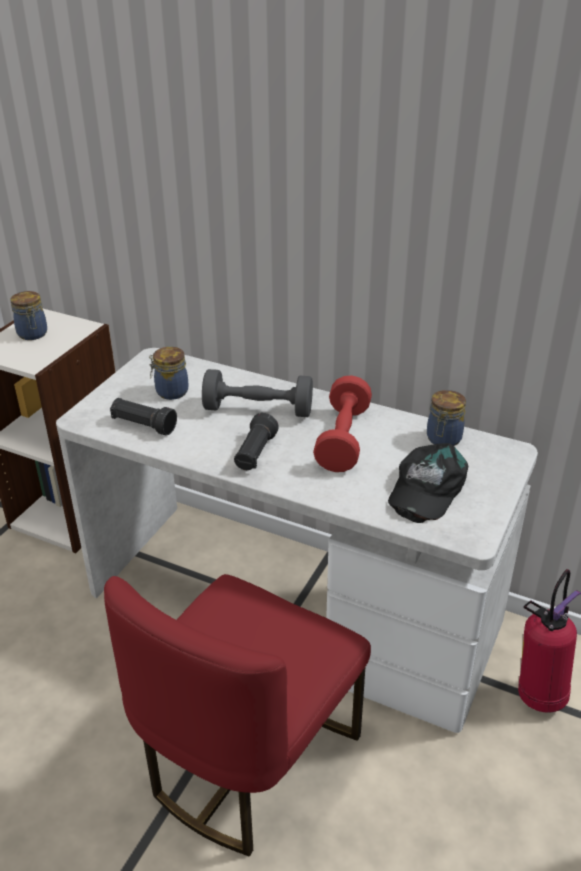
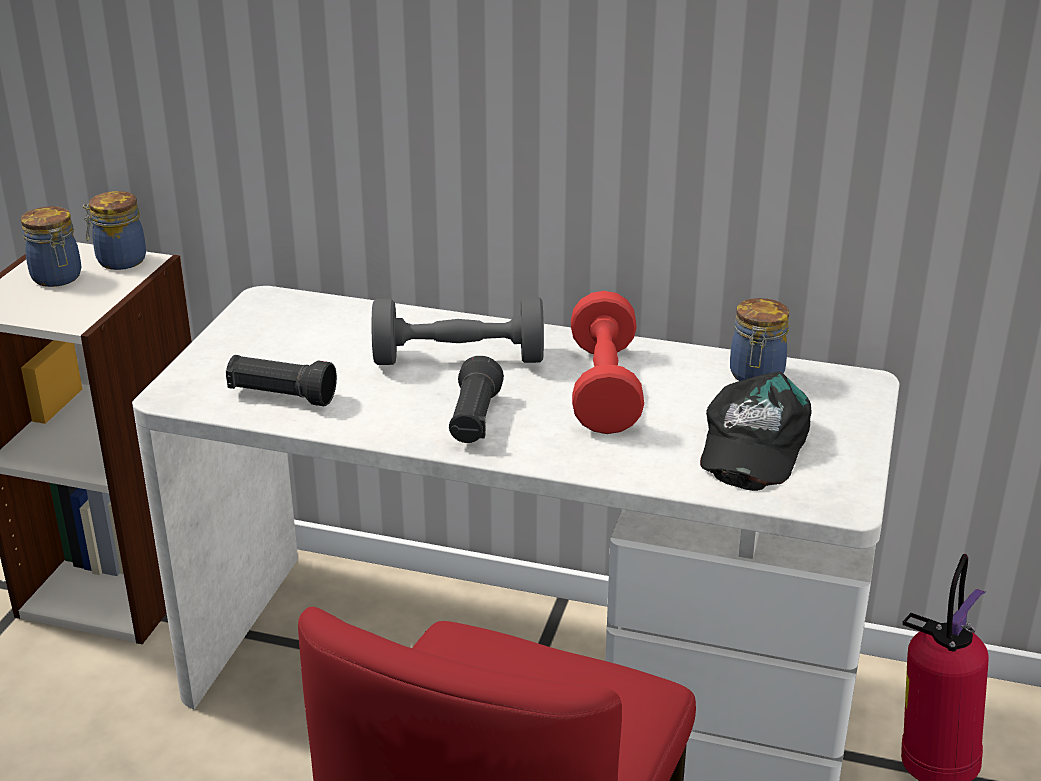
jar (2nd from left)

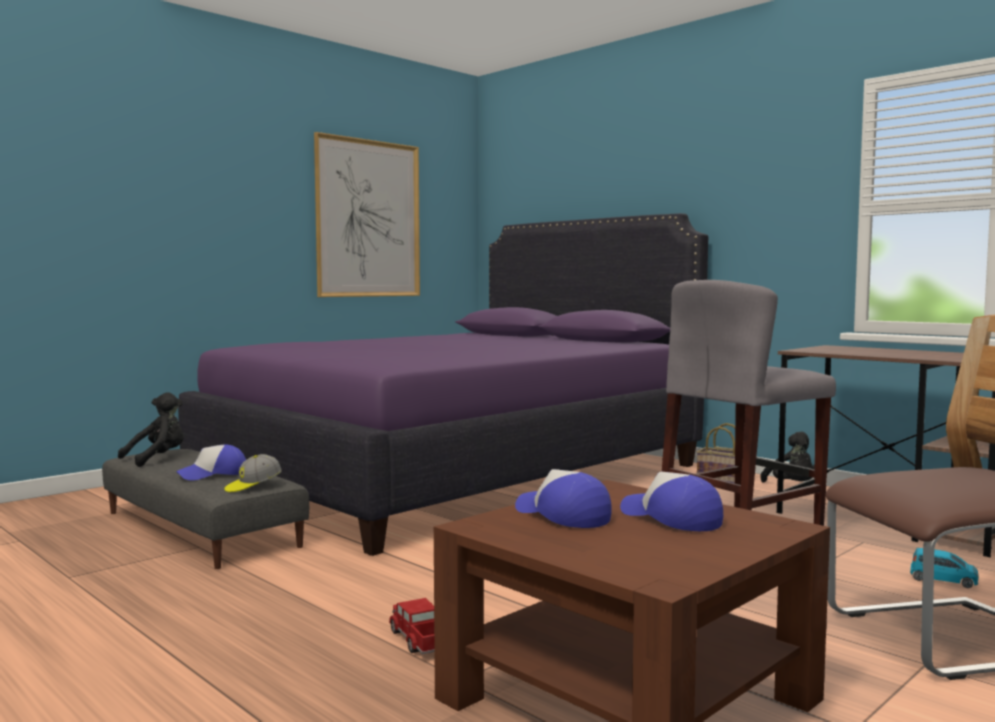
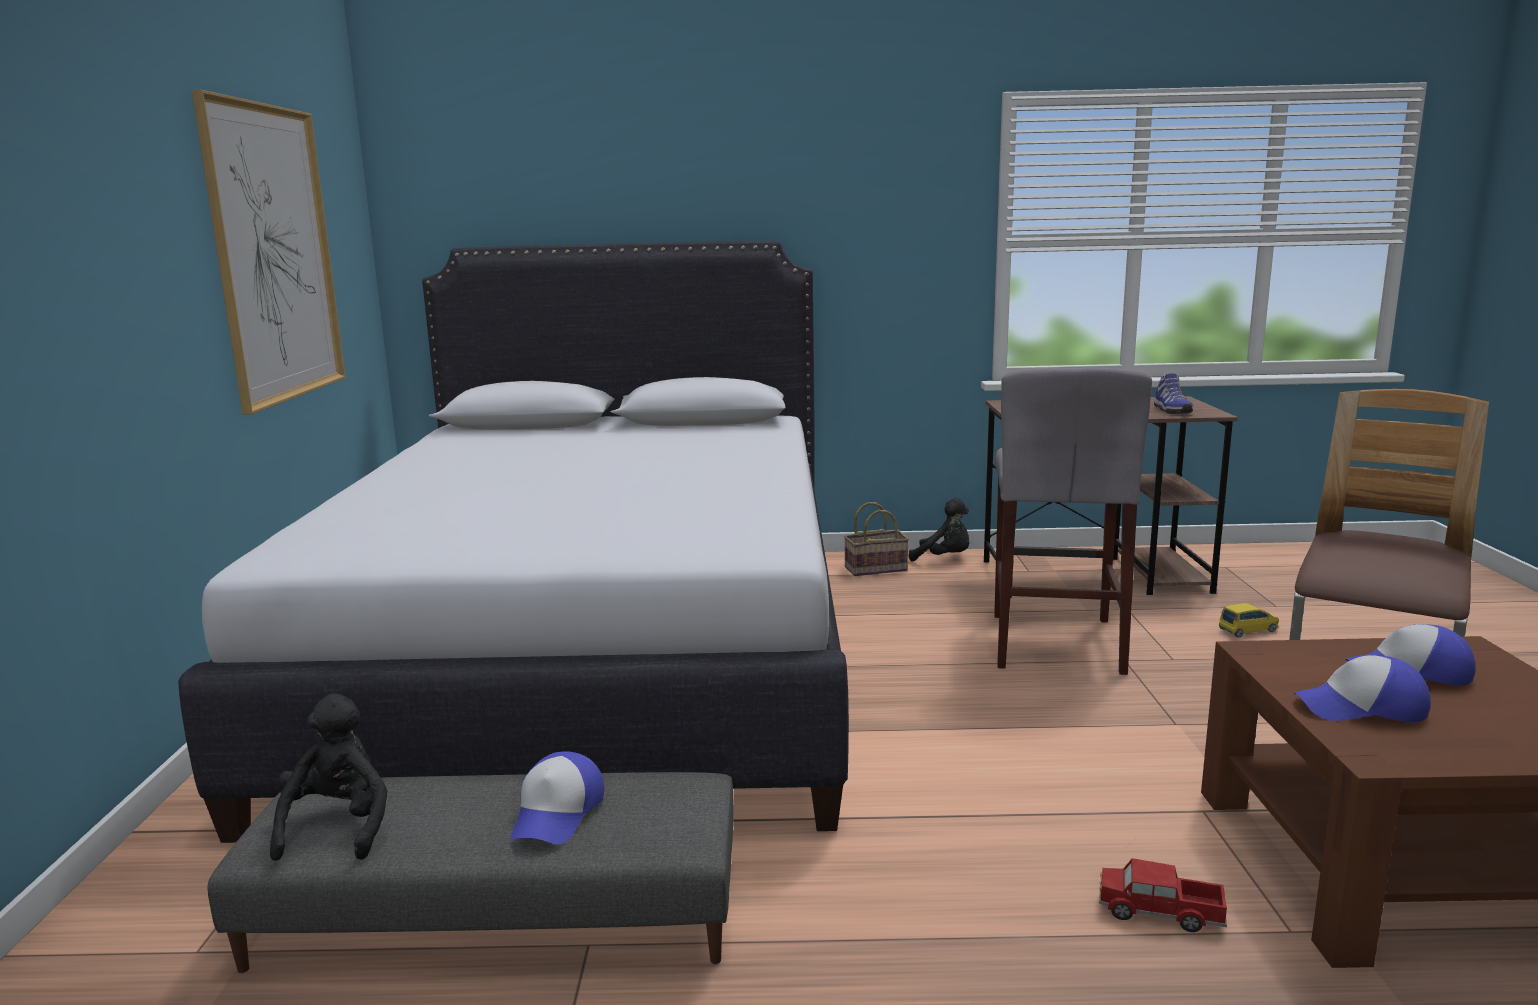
bed (white)
shoe
toy car (yellow)
cap (2nd from left in the first image)

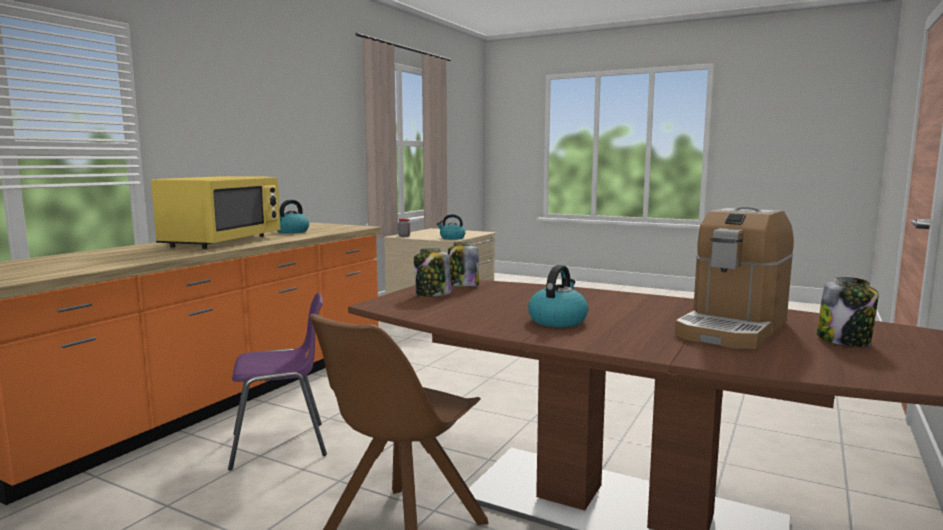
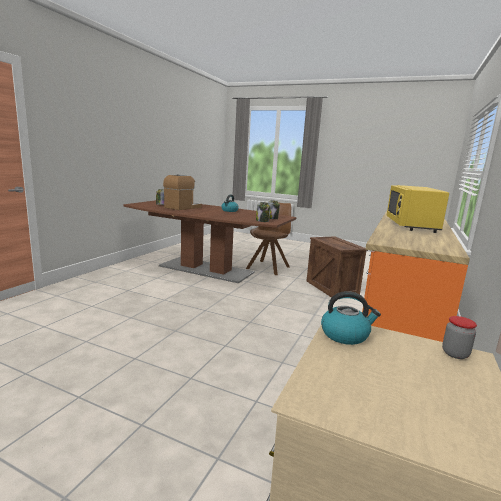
crate
kettle (1st from left in the first image)

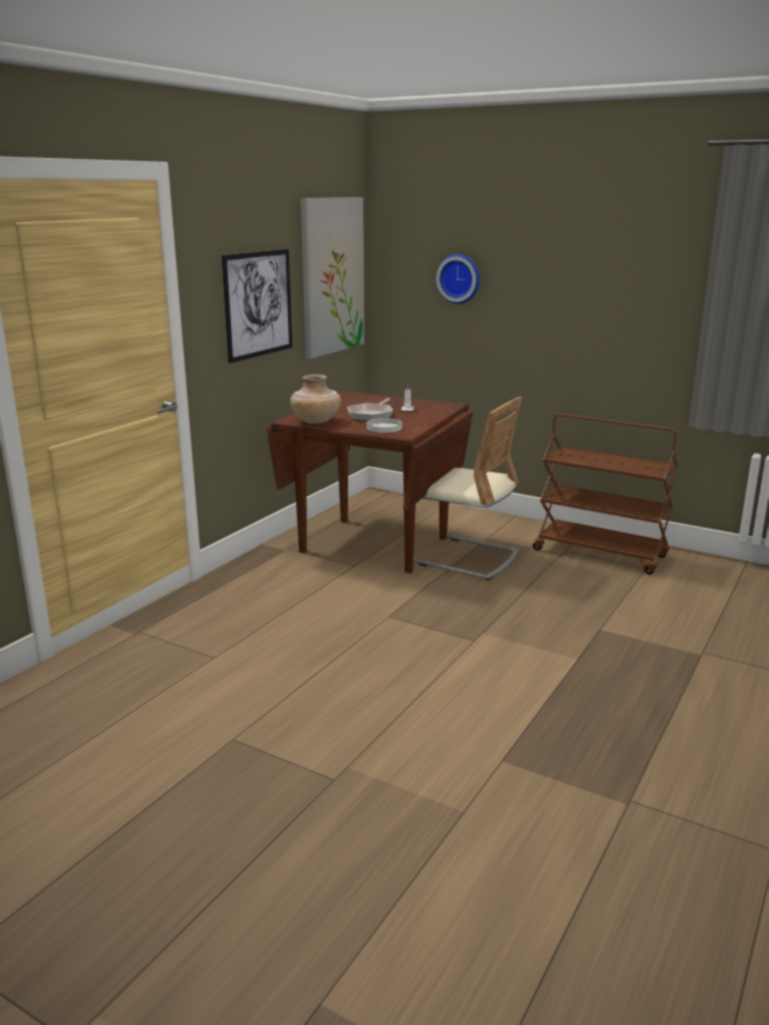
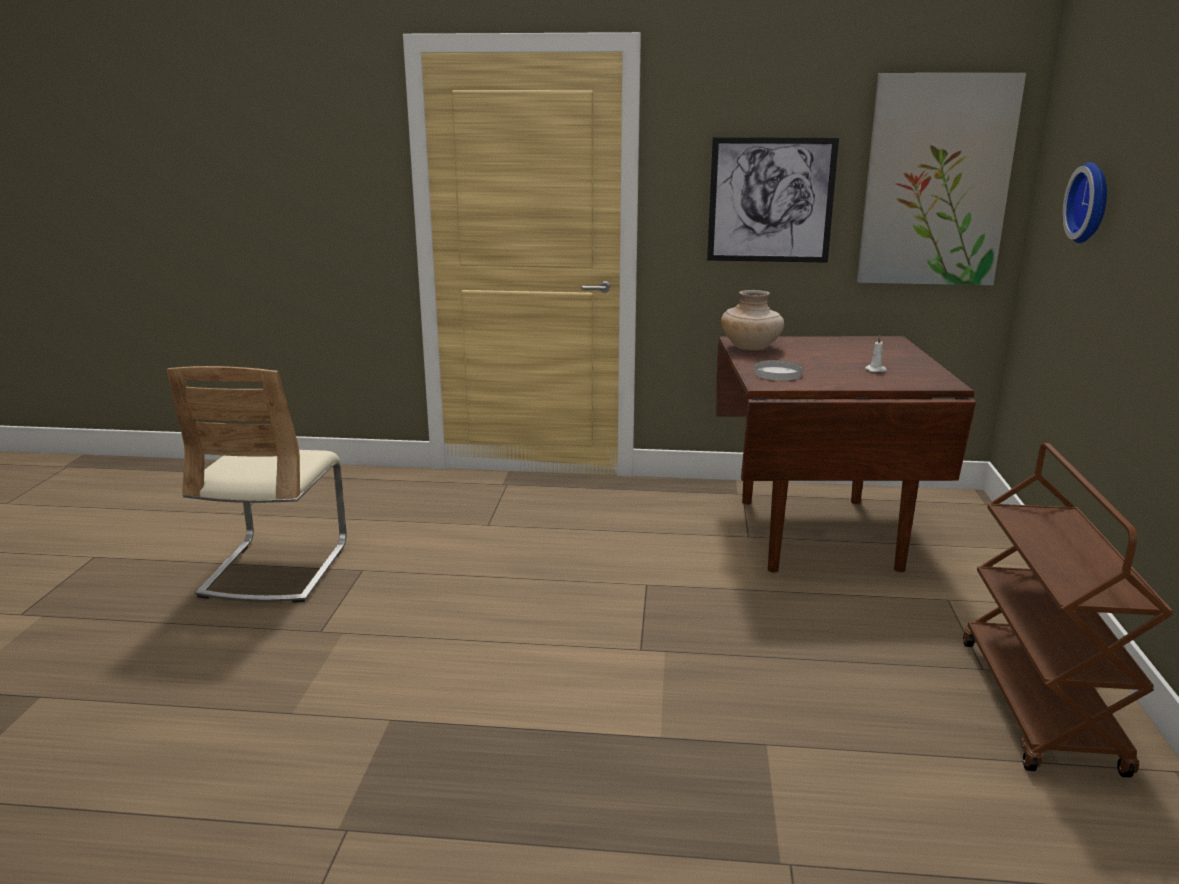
chair (beige)
frying pan

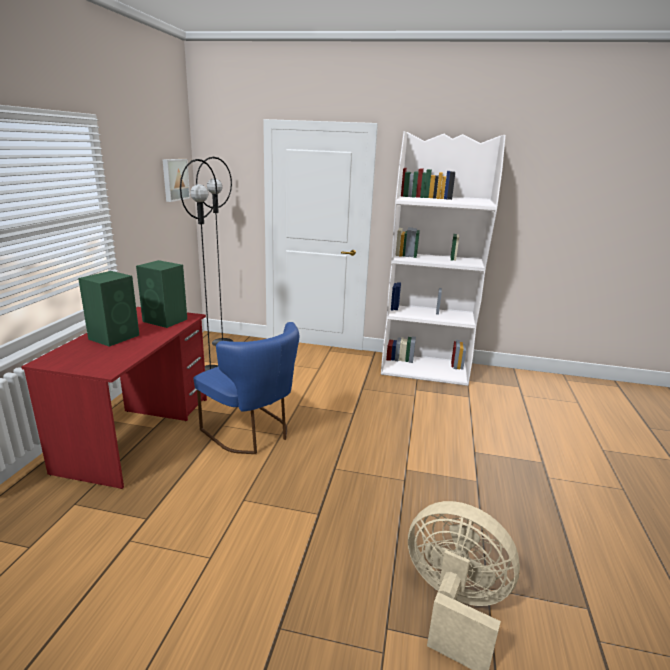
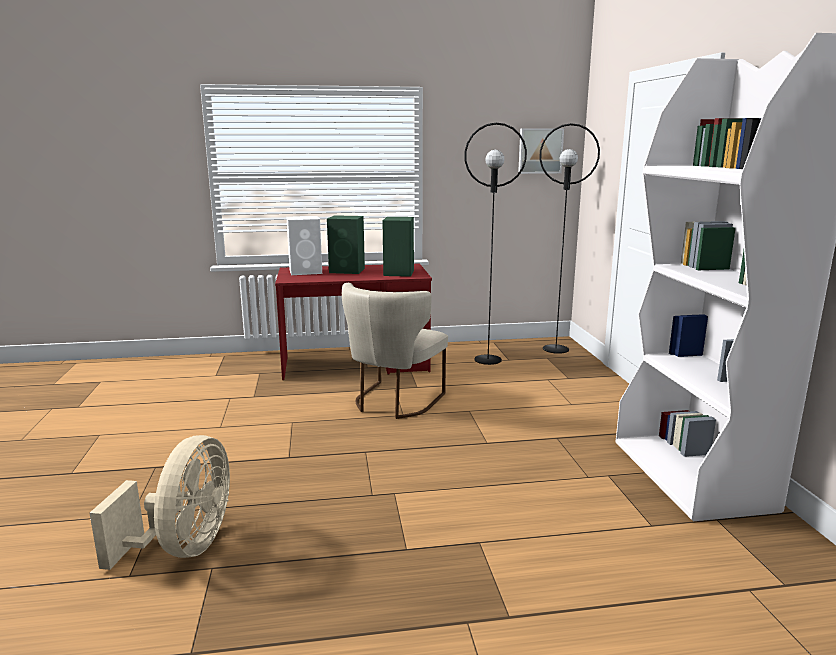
speaker (white)
chair (beige)

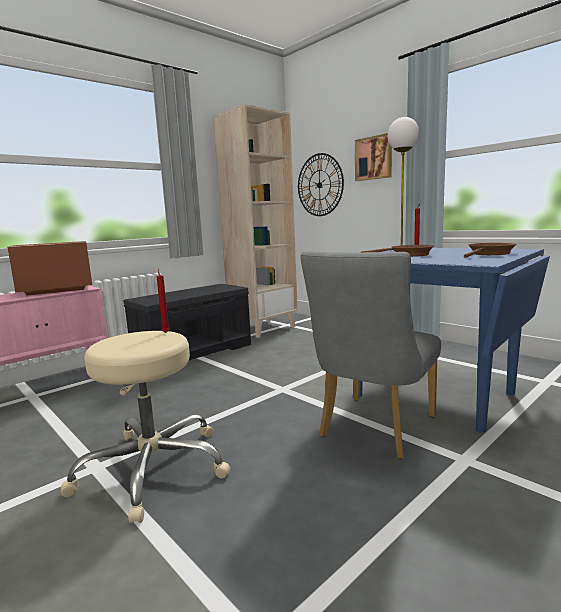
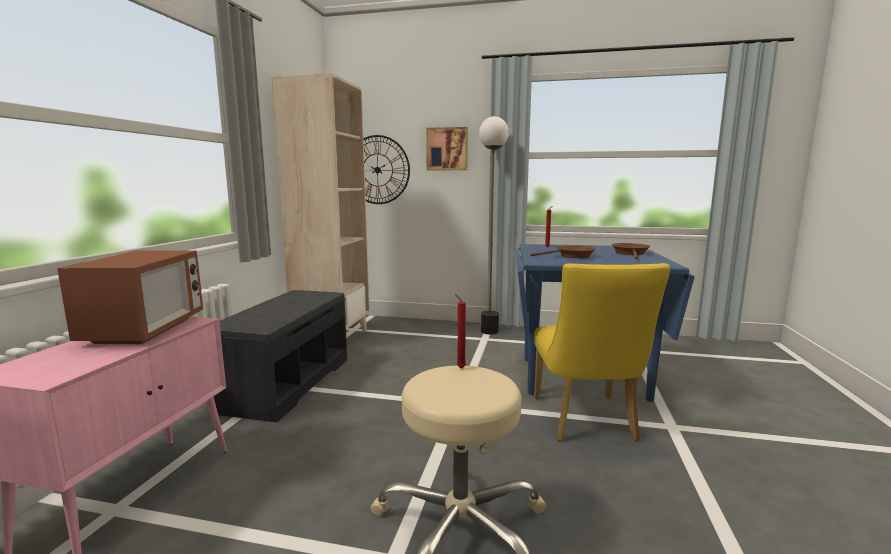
microwave
chair (yellow)

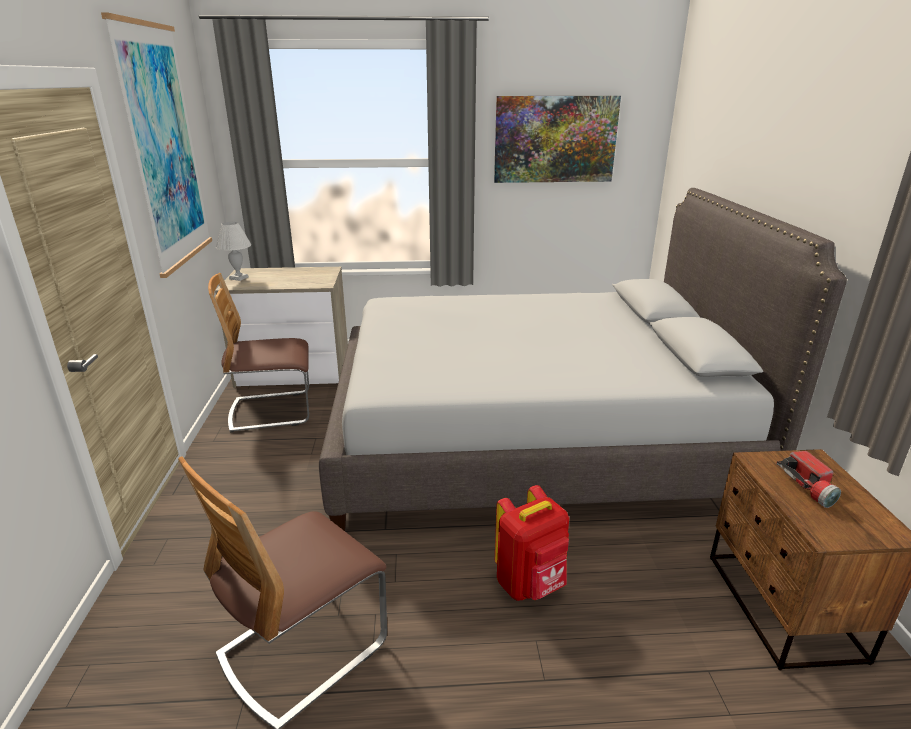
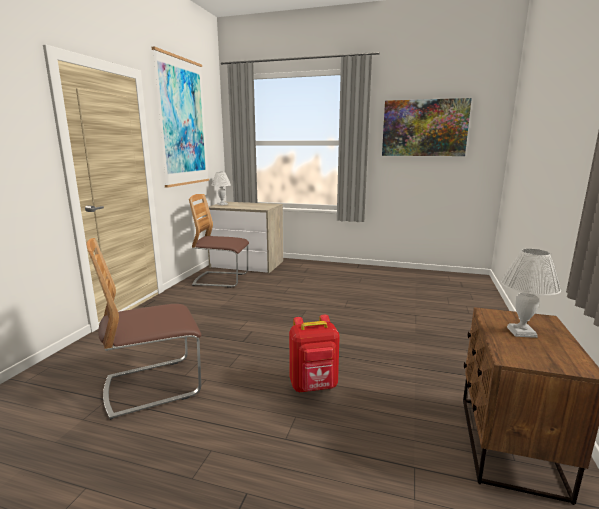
table lamp (white) (2nd from left)
bed (grey)

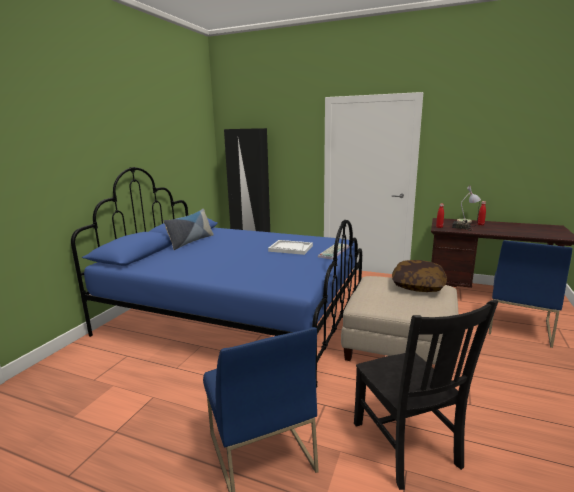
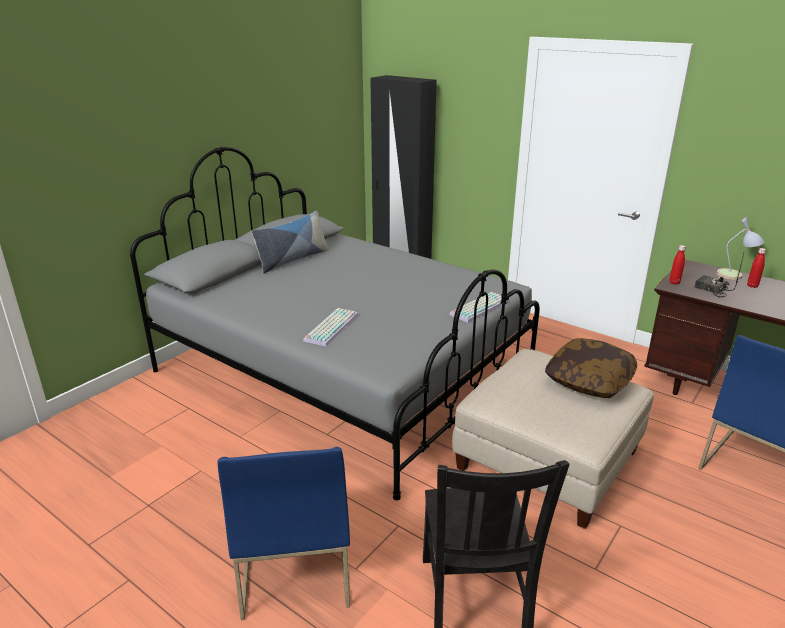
bed (grey)
keyboard (1st from left)
tray (white)

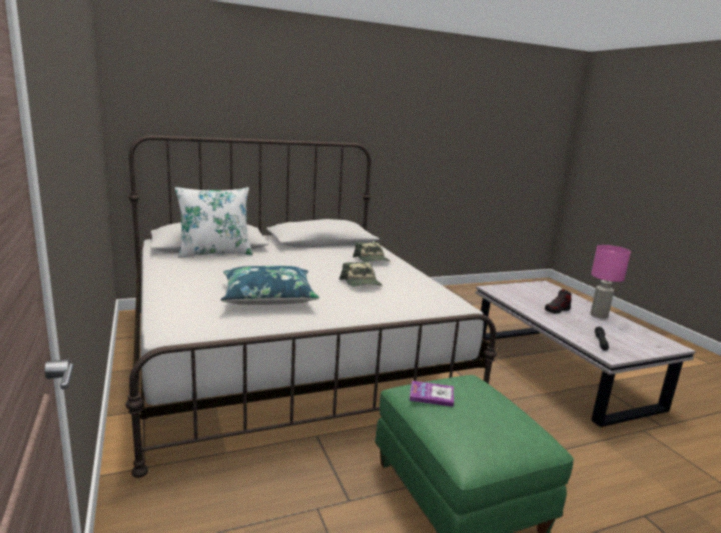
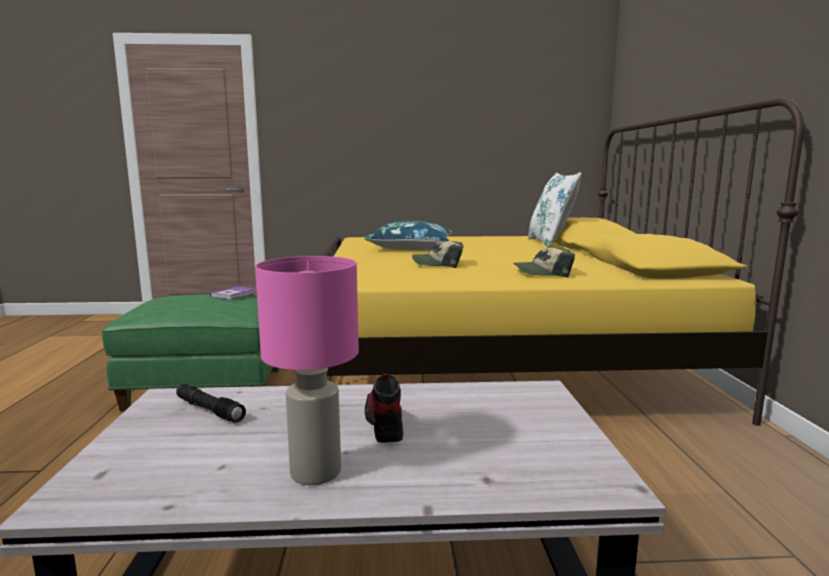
bed (yellow)

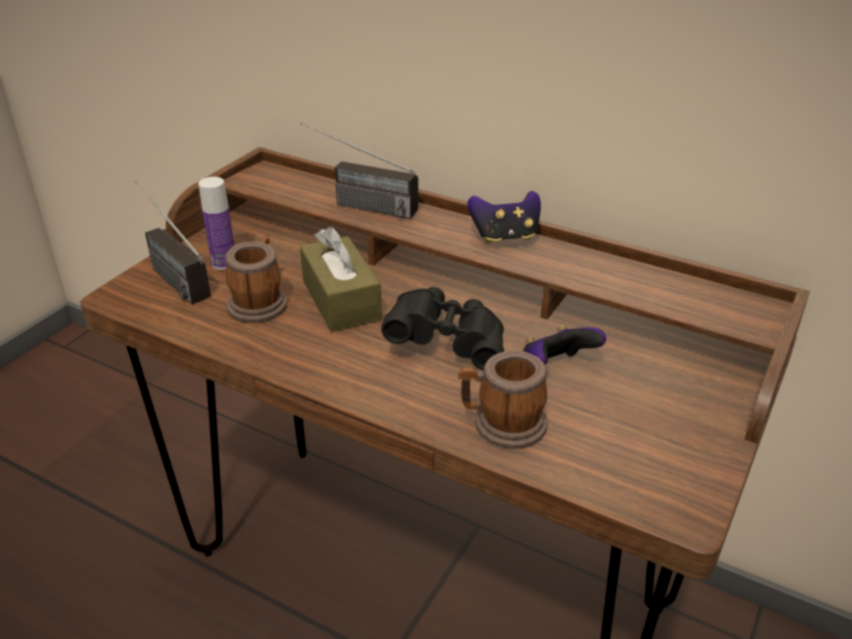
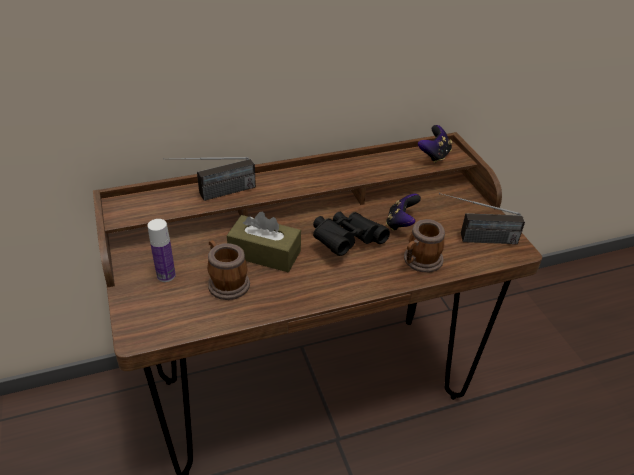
game controller (2nd from left)
radio (2nd from left)

